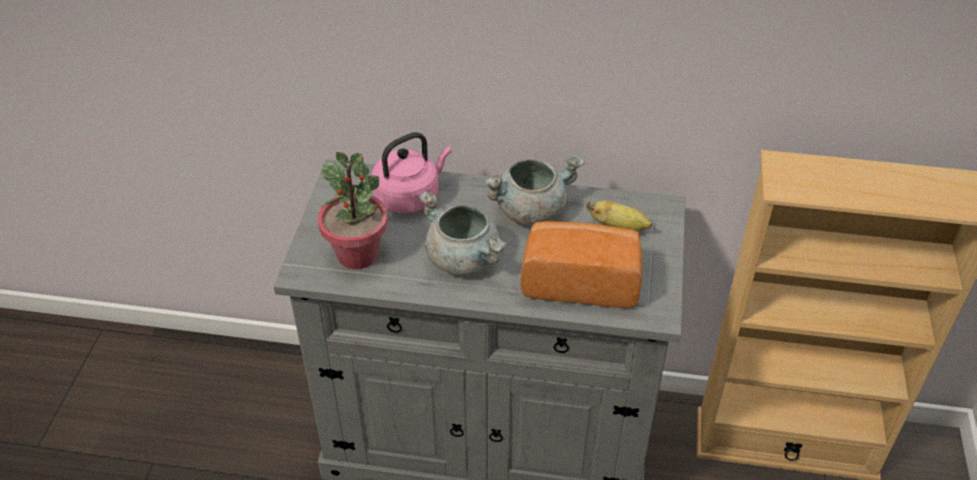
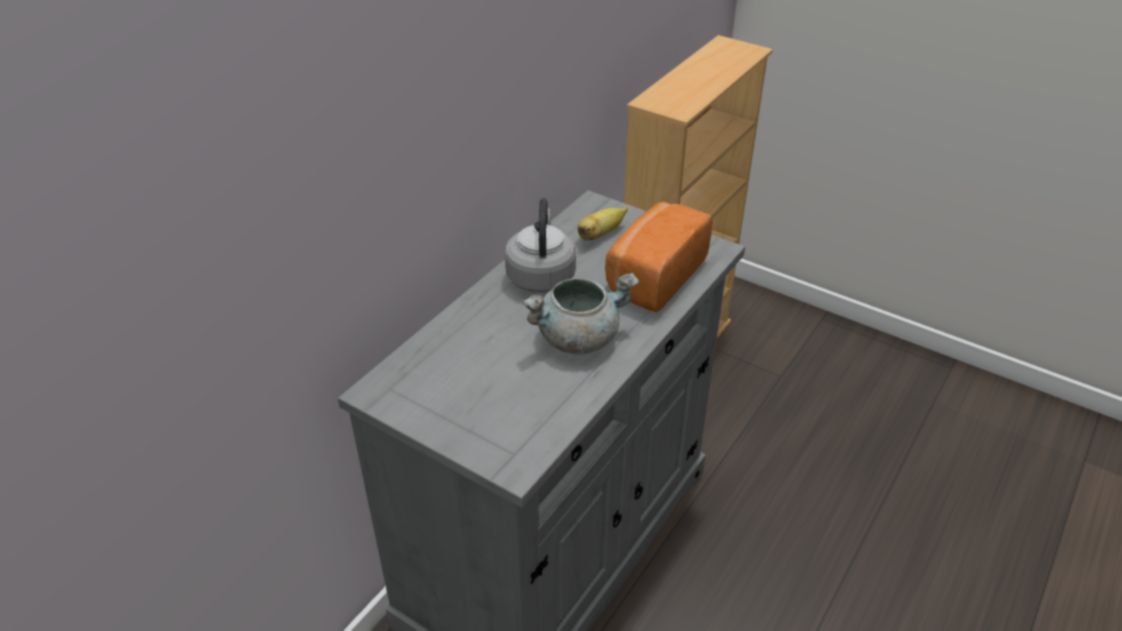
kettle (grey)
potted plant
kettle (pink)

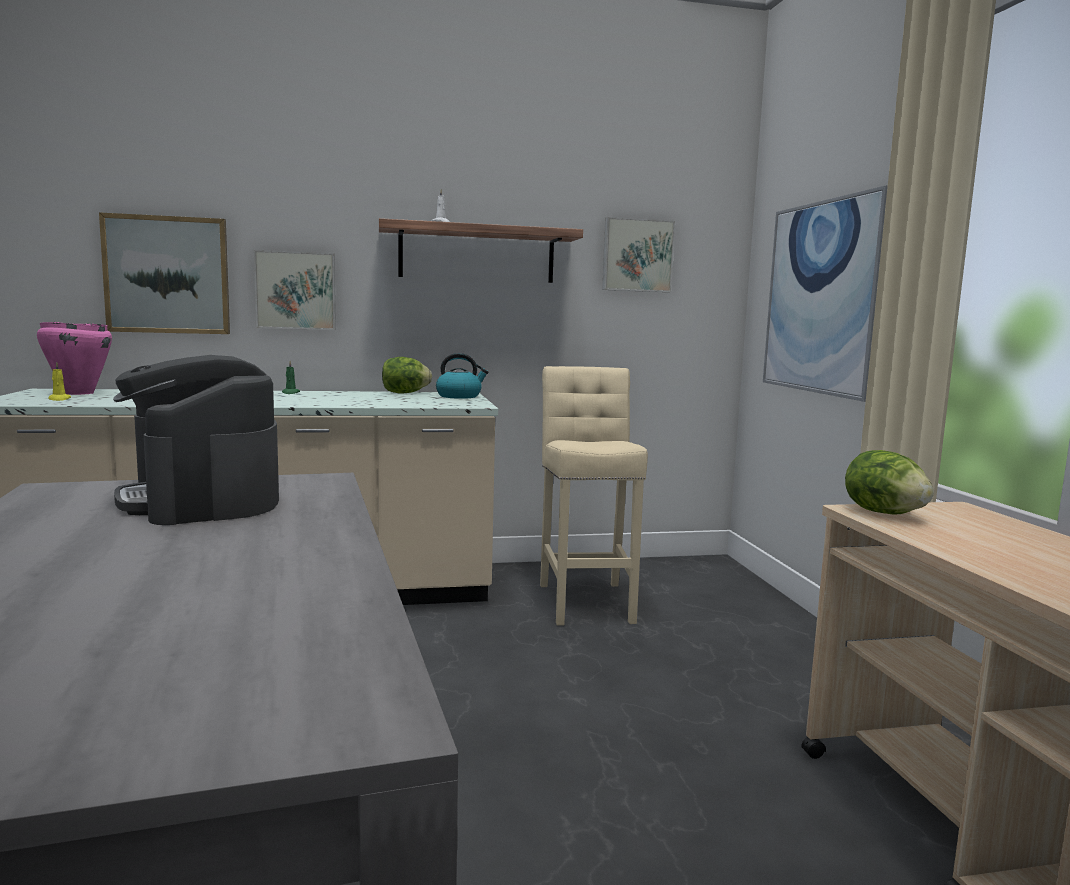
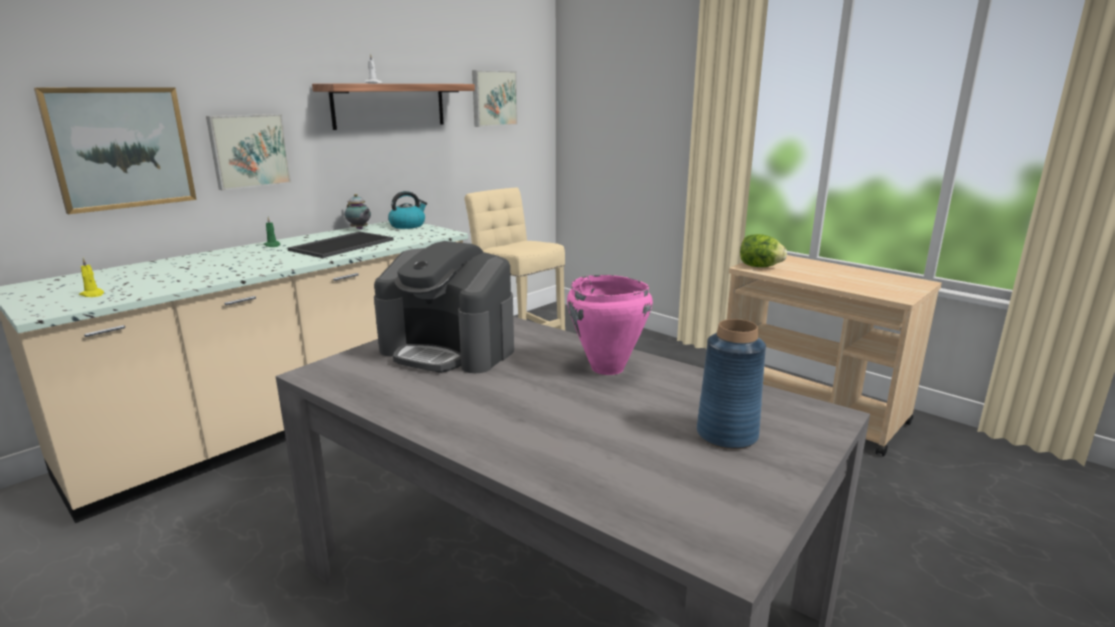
tray
teapot
cooking pot (pink)
vase (blue)
picture (4th from left in the first image)

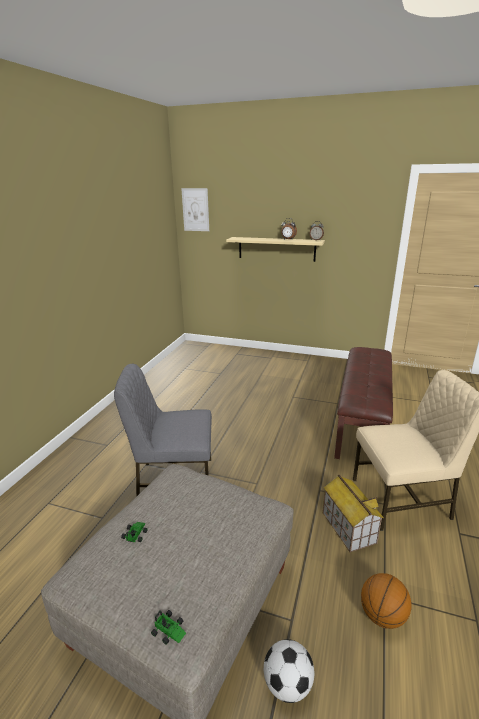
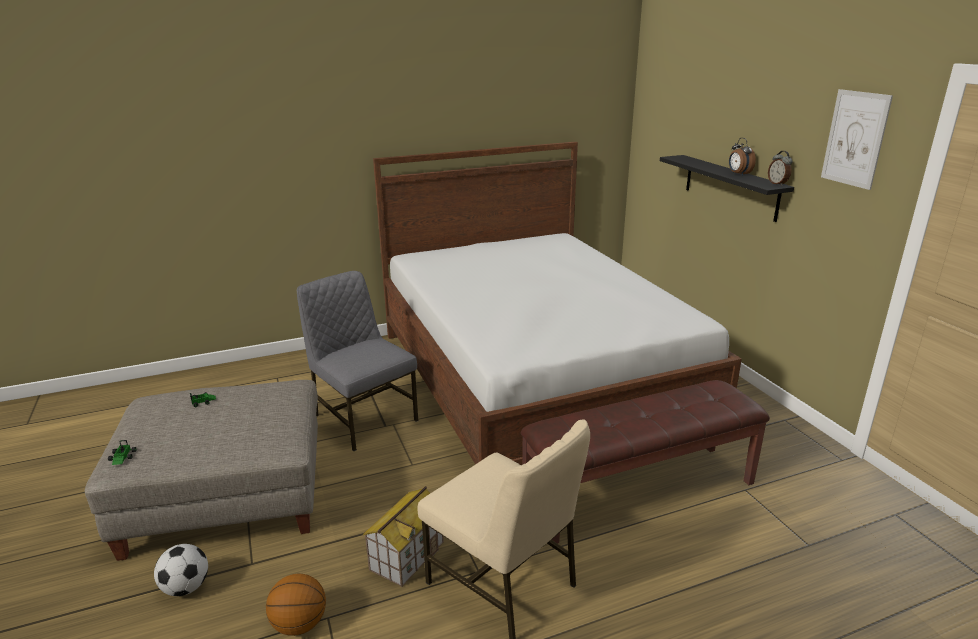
bed
shelf (black)
picture

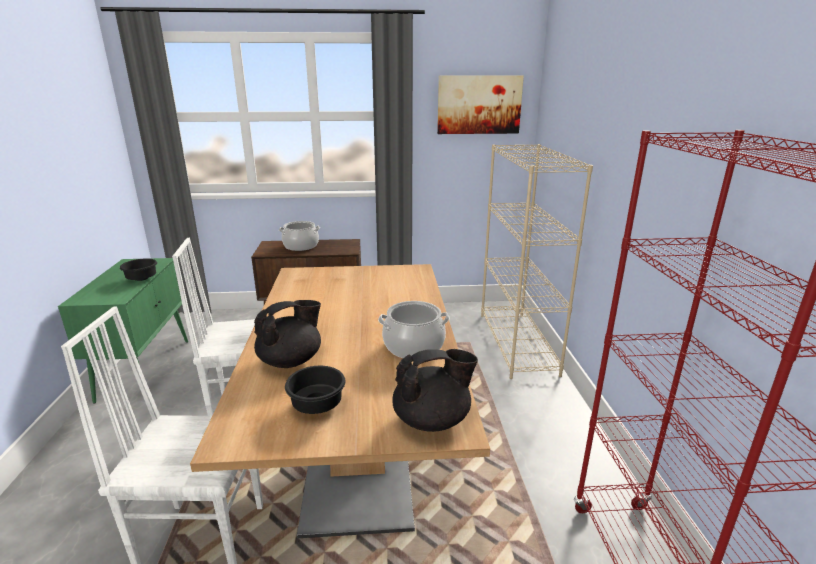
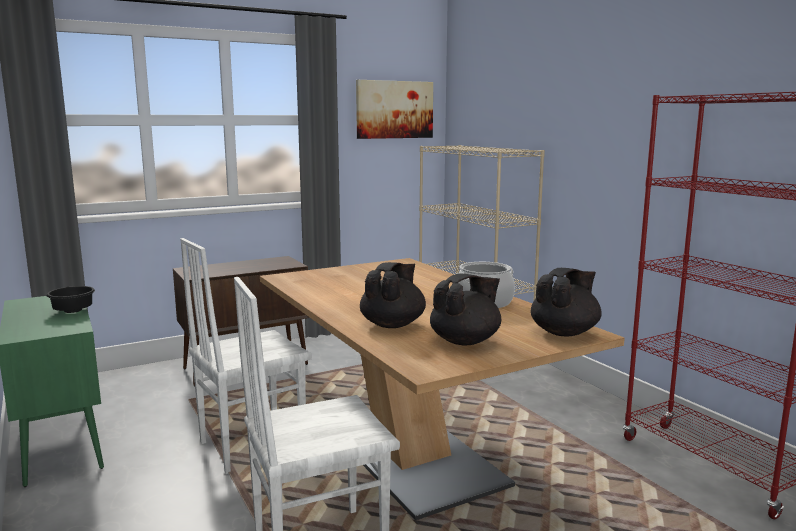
teapot (black) (2nd from left)
cooking pot (1st from left in the first image)

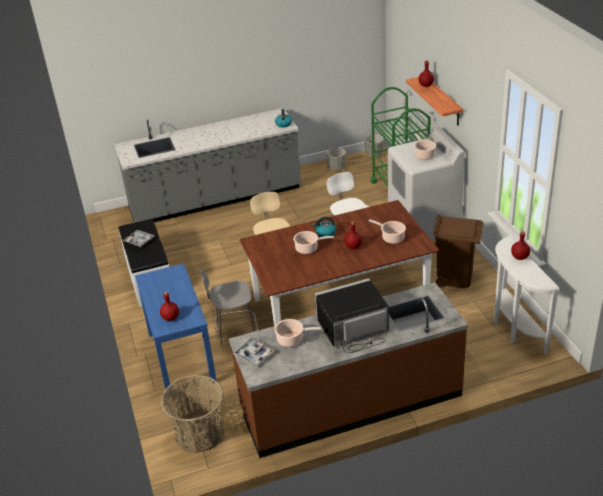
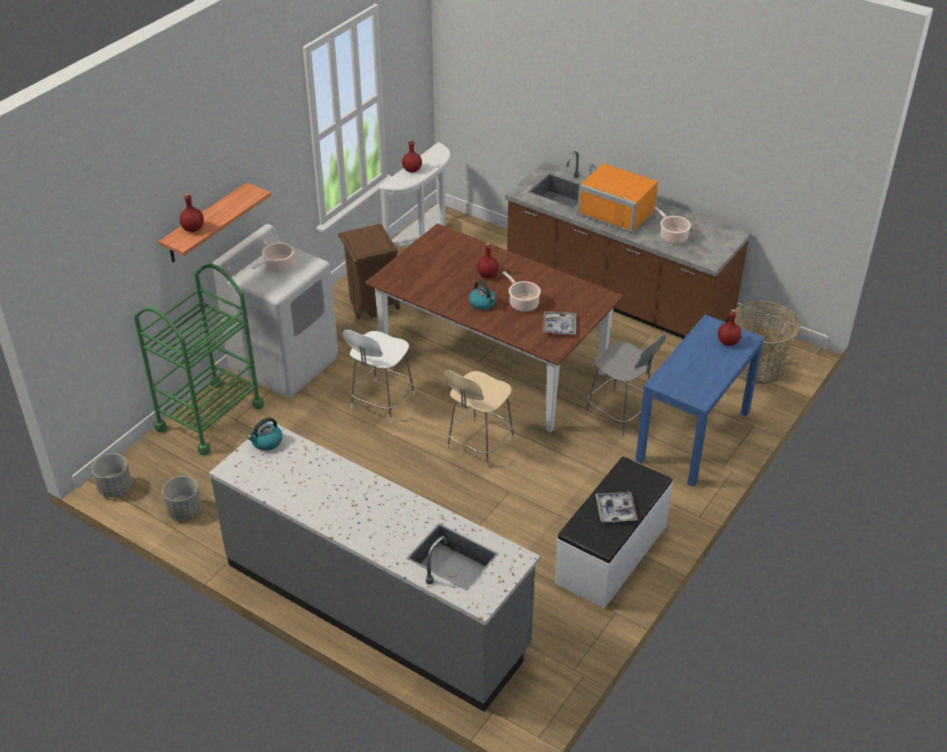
tray (1st from left)
microwave (orange)
cooking pot (3rd from left in the first image)

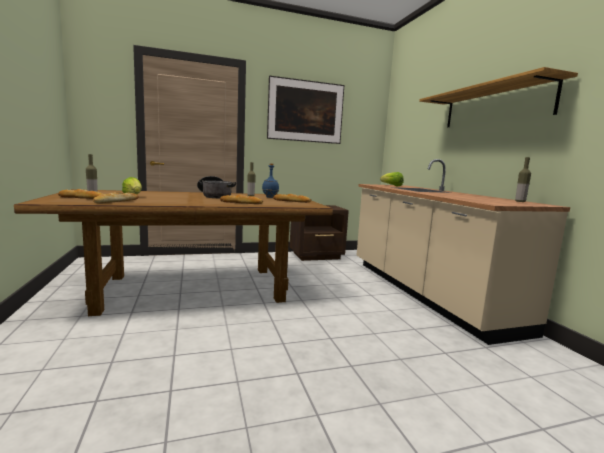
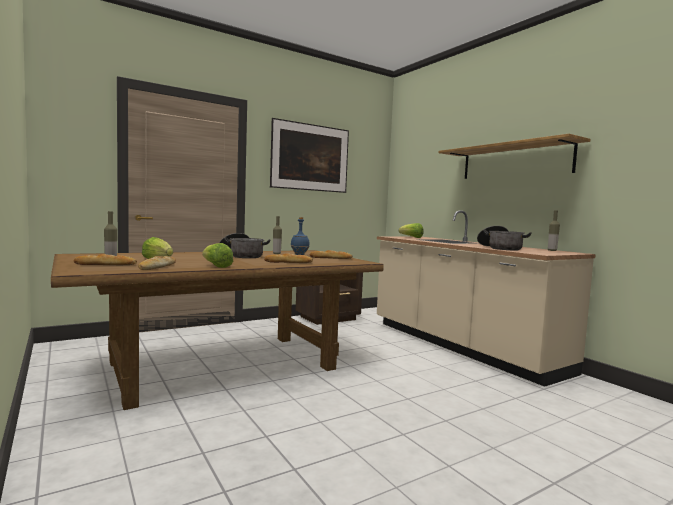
lettuce (2nd from left)
cooking pot (2nd from left)

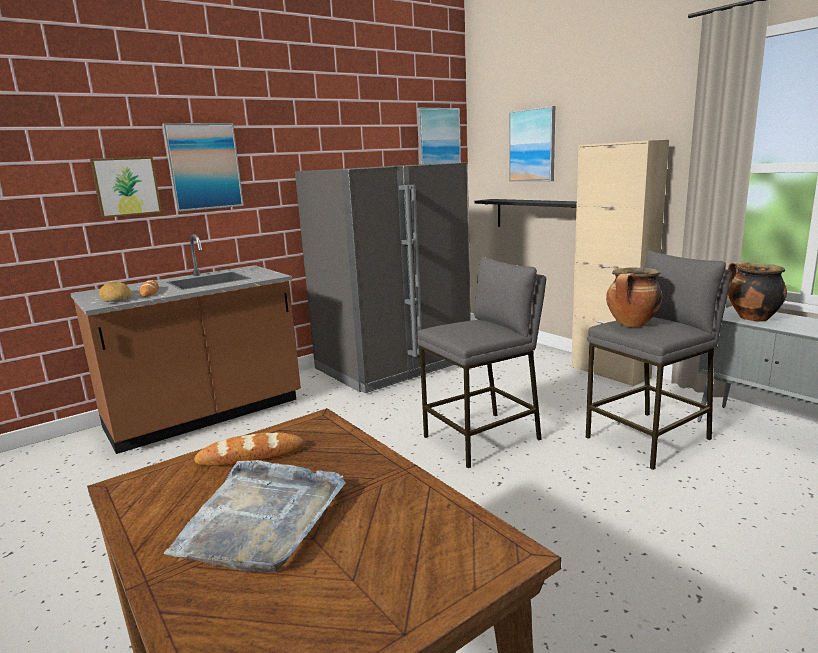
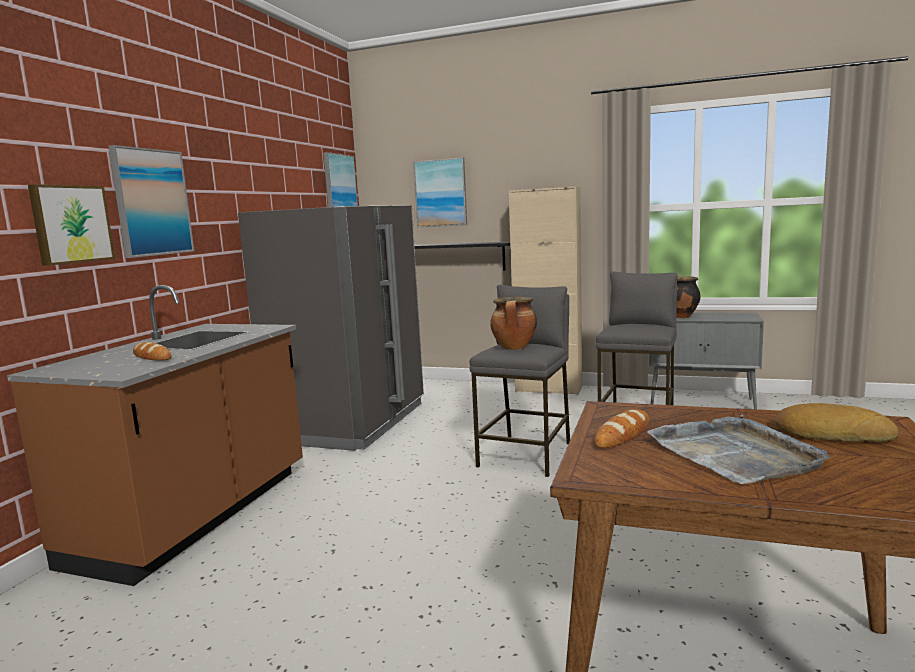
cooking pot (1st from left)
bread (3rd from left)

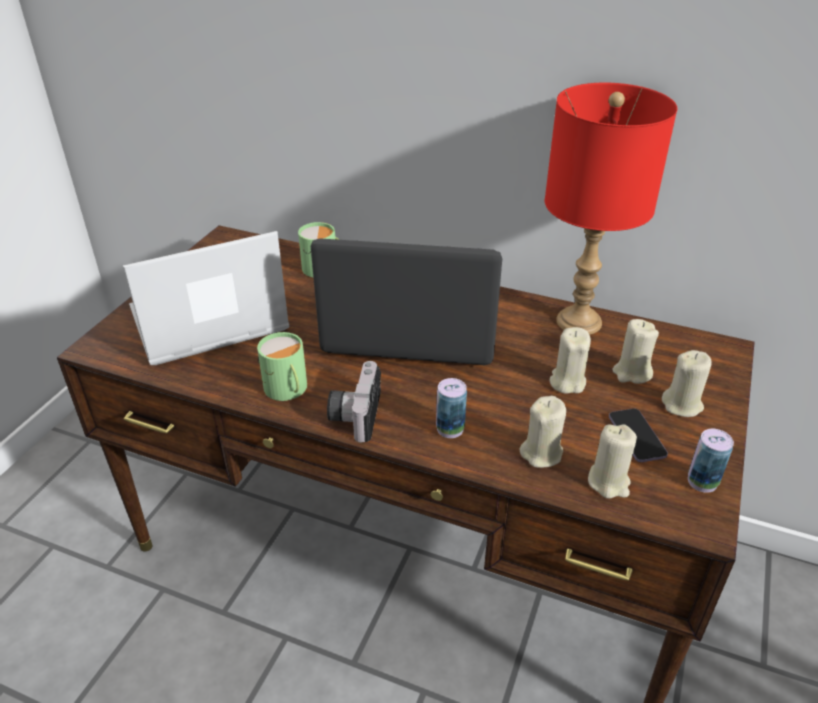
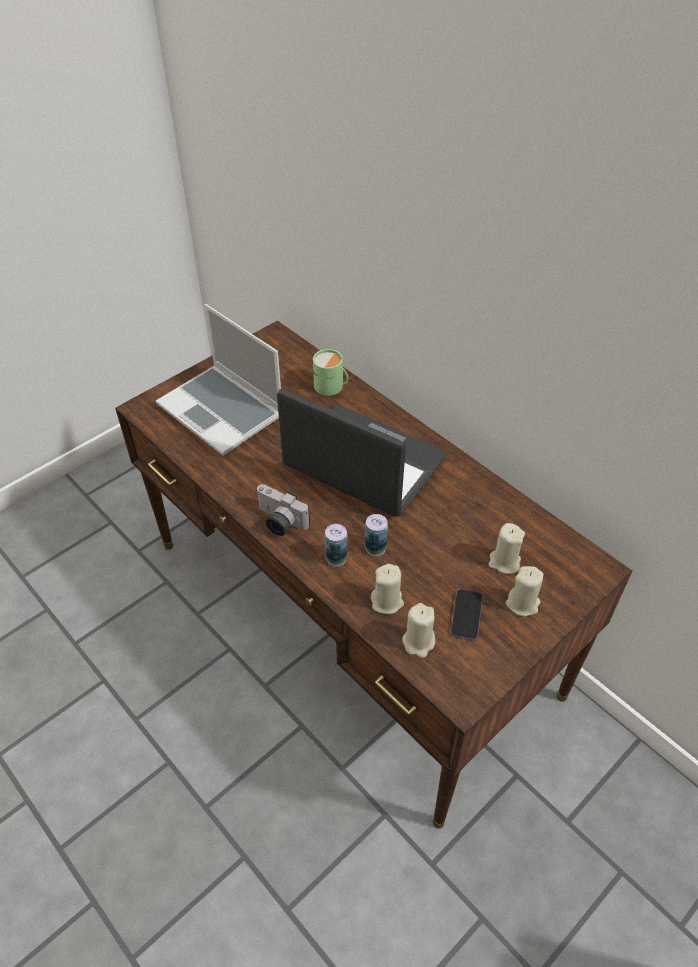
laptop (1st from left)
photo camera
can (2nd from left)
mug (green) (1st from left in the first image)
table lamp (red)
candle (beige) (2nd from left in the first image)

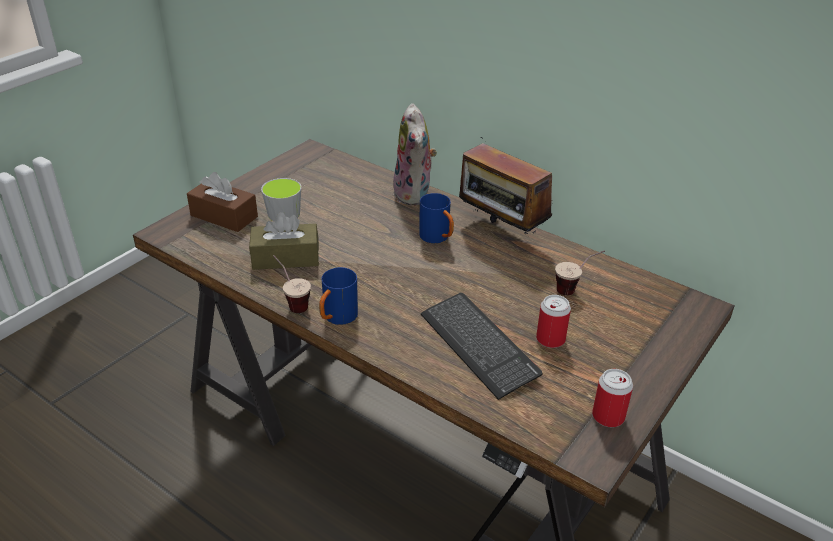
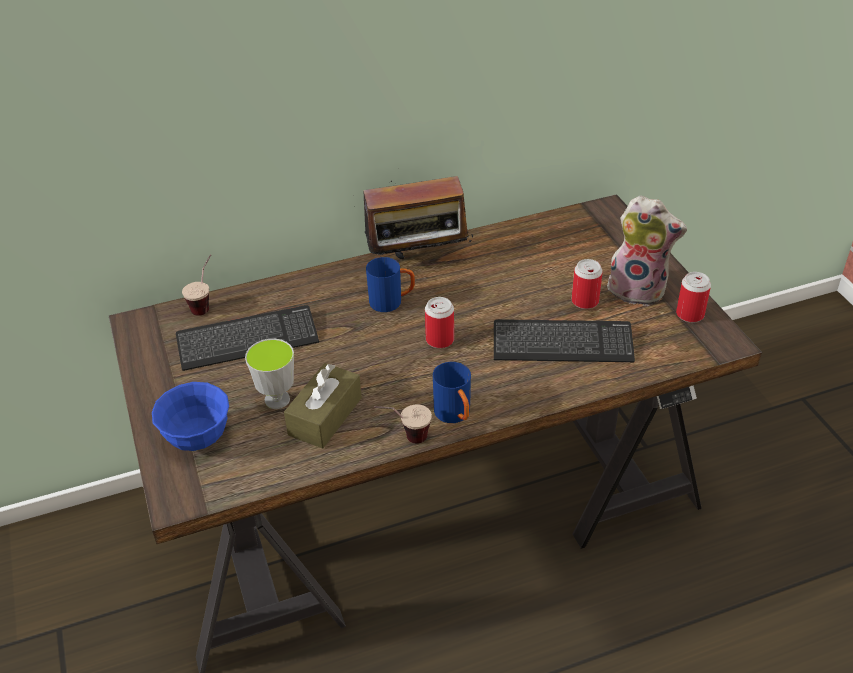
bowl (blue)
keyboard (1st from left)
cup (1st from left)
can (1st from left)
plush toy

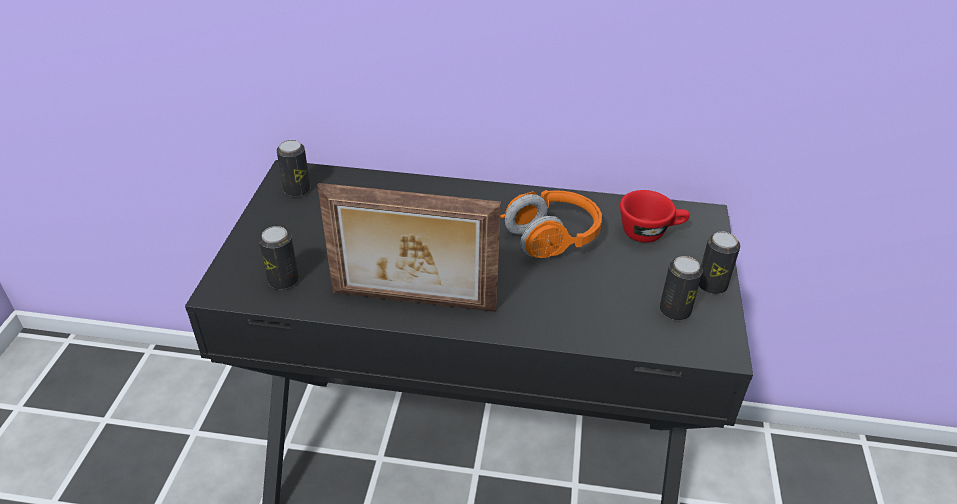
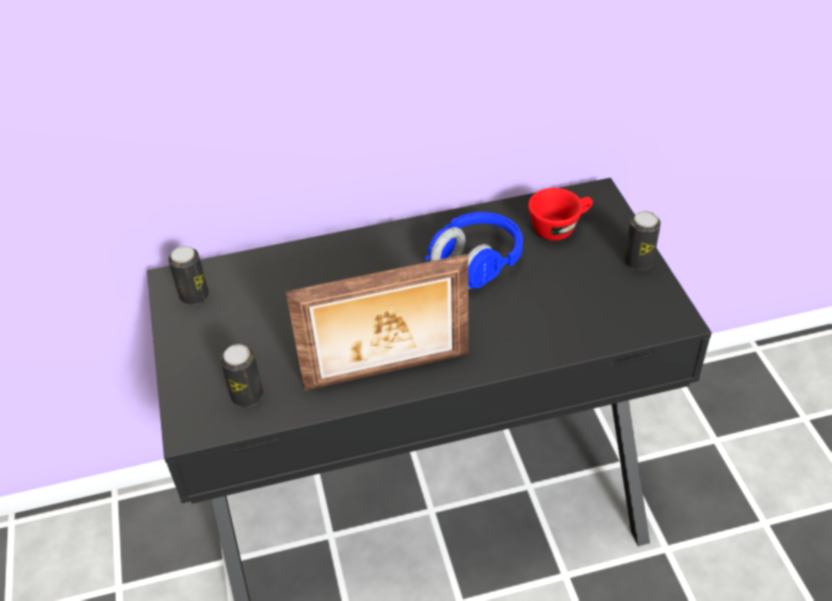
headphones (blue)
can (3rd from left in the first image)

